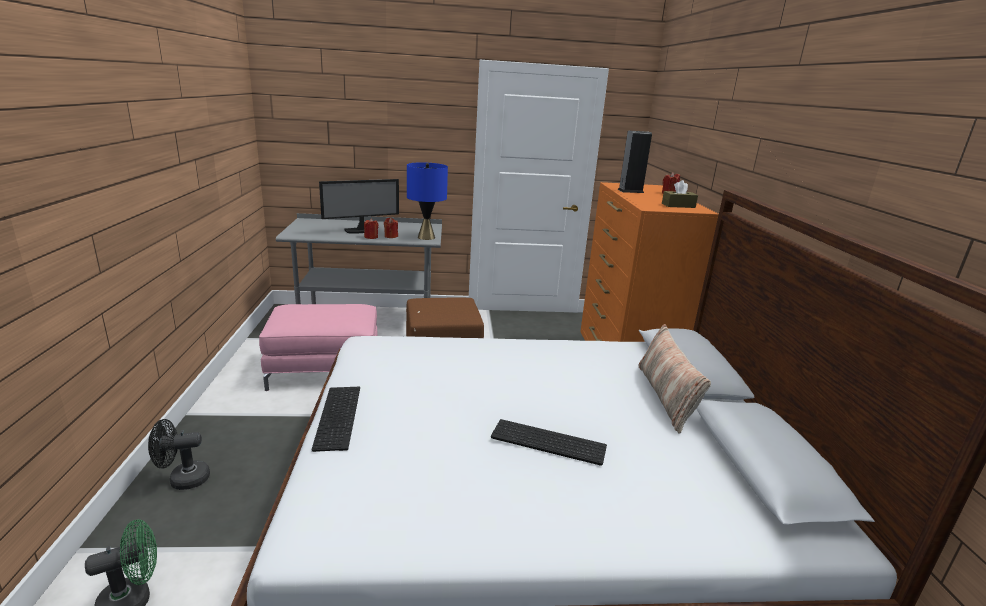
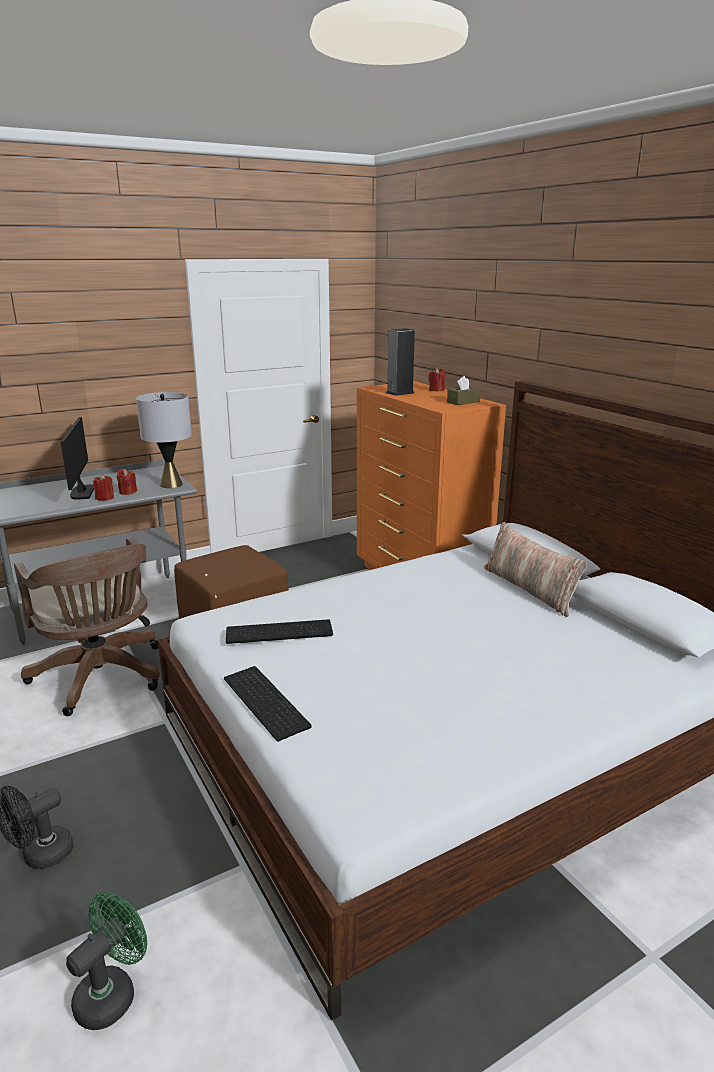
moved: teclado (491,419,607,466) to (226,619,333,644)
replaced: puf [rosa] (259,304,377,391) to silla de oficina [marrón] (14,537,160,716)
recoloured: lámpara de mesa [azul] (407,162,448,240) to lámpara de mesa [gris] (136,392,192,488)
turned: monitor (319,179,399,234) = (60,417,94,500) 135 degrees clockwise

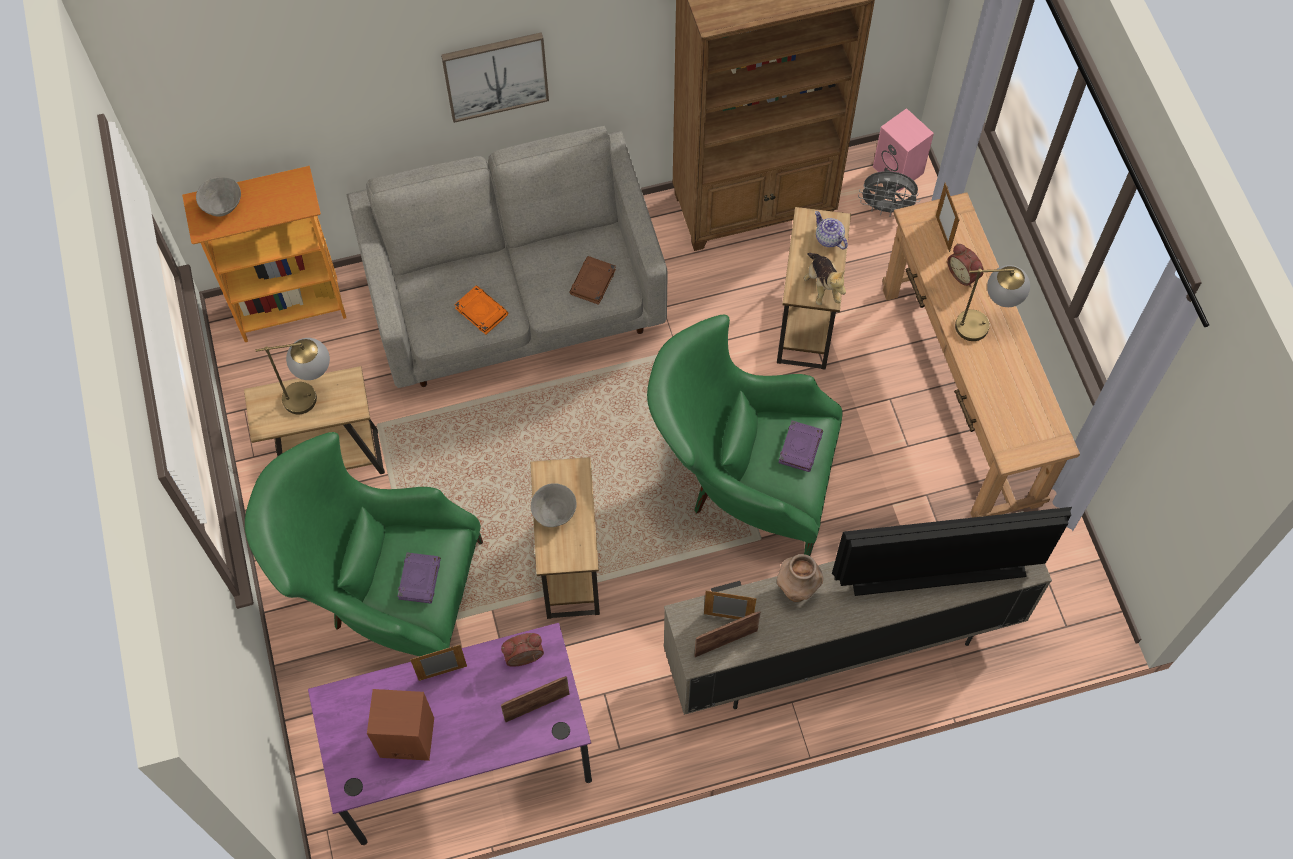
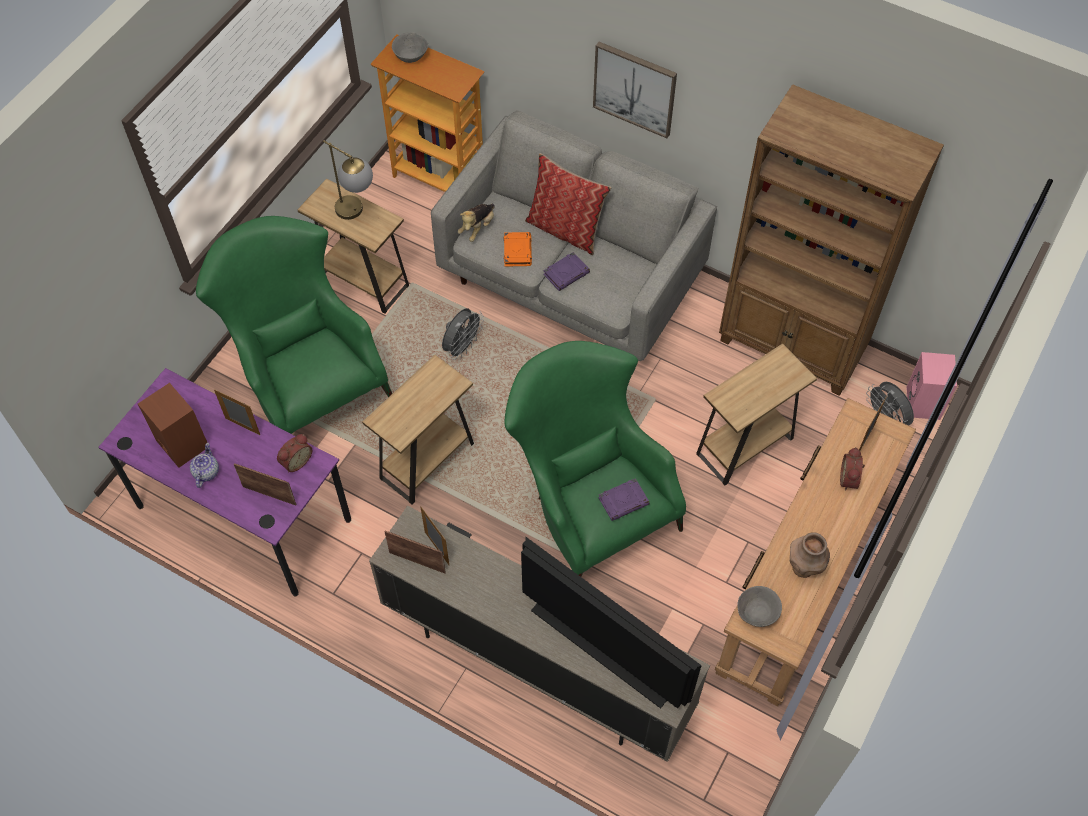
removed: libro [marrón] (569,256,616,305); lámpara de mesa (955,265,1030,341)
added: ventilador [gris] (442,308,484,360); cojín (525,153,612,255)
moved: libro [morado] (397,553,441,603) to (543,252,590,291); cuenco [gris] (531,483,577,527) to (737,586,782,627); florero [marrón] (777,554,823,602) to (790,532,830,578); peluche (804,253,846,305) to (458,204,495,242); tetera (815,211,848,249) to (190,443,219,488)
turned: despertador (501,633,544,667) = (277,434,312,472) 105 degrees clockwise

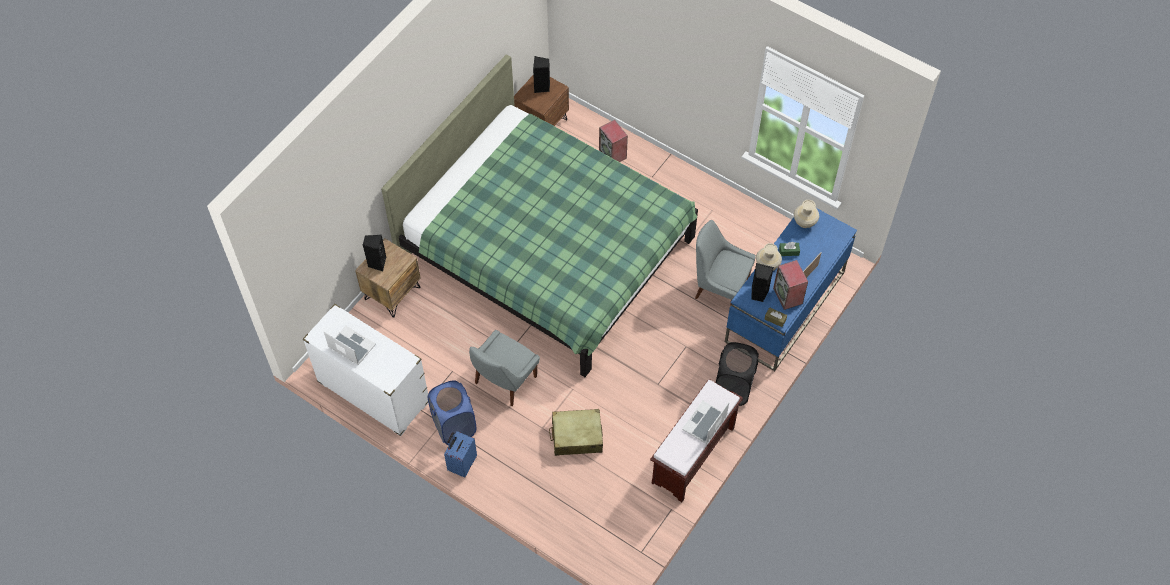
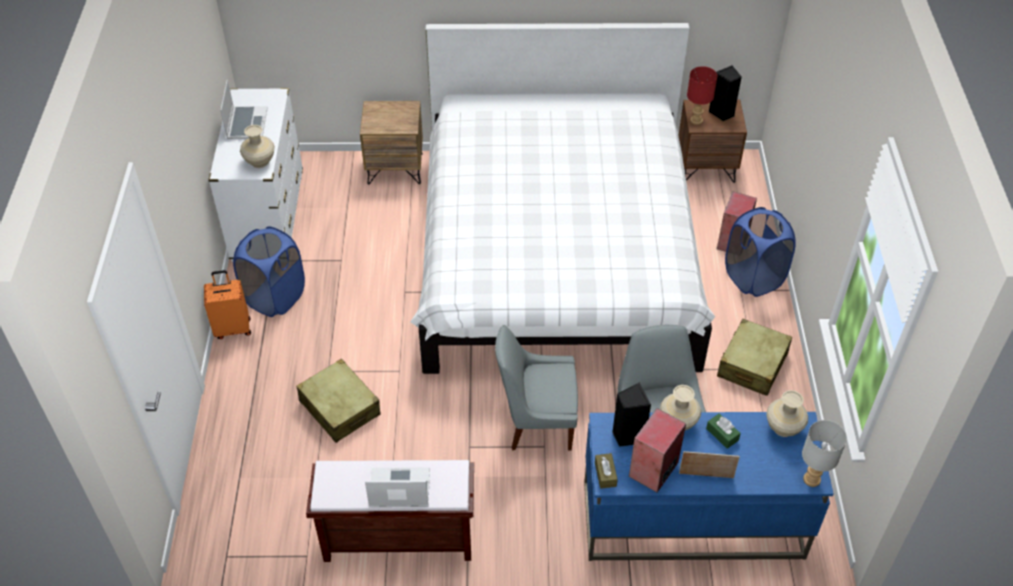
removed: altavoz [negro] (363,235,387,271); cesto de la ropa [negro] (716,342,759,406)
added: florero [beis] (240,125,275,168); lámpara de mesa [rojo] (687,66,717,125); maleta [beis] (717,319,792,396); cesto de la ropa [azul] (725,207,796,297); lámpara de mesa [gris] (802,420,847,487)
moved: silla [gris] (469,330,540,406) to (495,325,578,450)
recoloured: cama [verde] (381,54,698,377) to cama [blanco] (410,23,715,374); maleta [azul] (444,431,477,478) to maleta [naranja] (204,270,251,339)

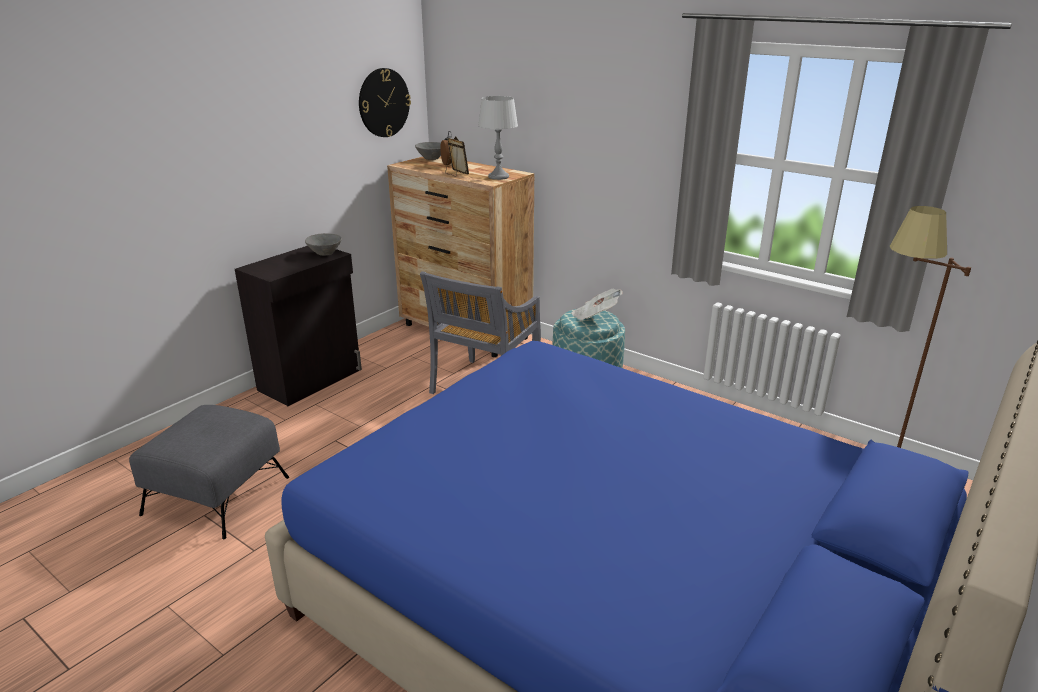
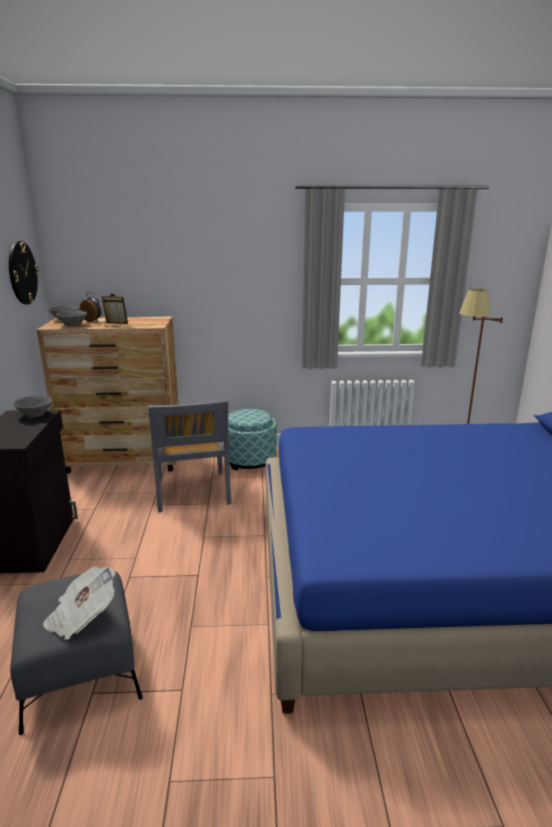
removed: lámpara de mesa [gris] (478,96,518,180)
added: cuenco [gris] (56,310,87,327)
moved: periódico (571,288,623,321) to (43,566,116,640)

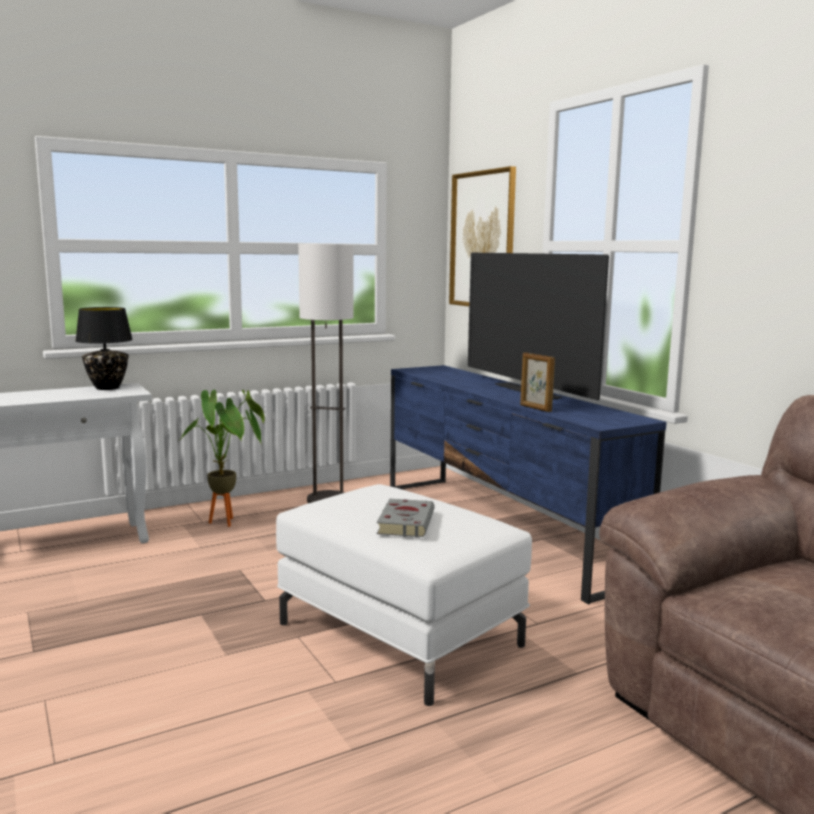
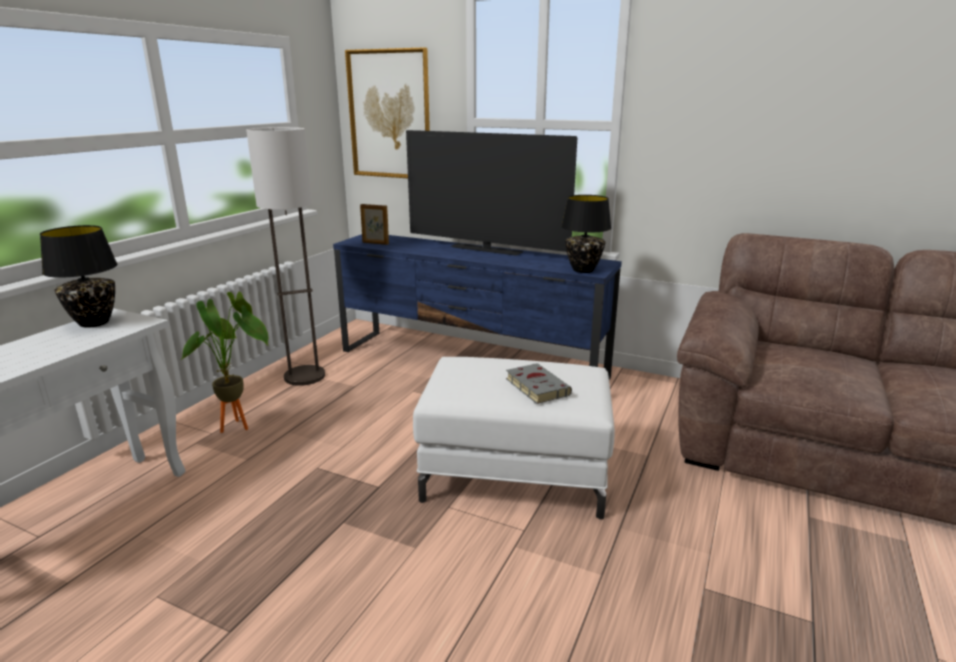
added: lámpara de mesa [negro] (561,195,611,273)
moved: portarretratos (520,353,555,412) to (360,204,389,245)

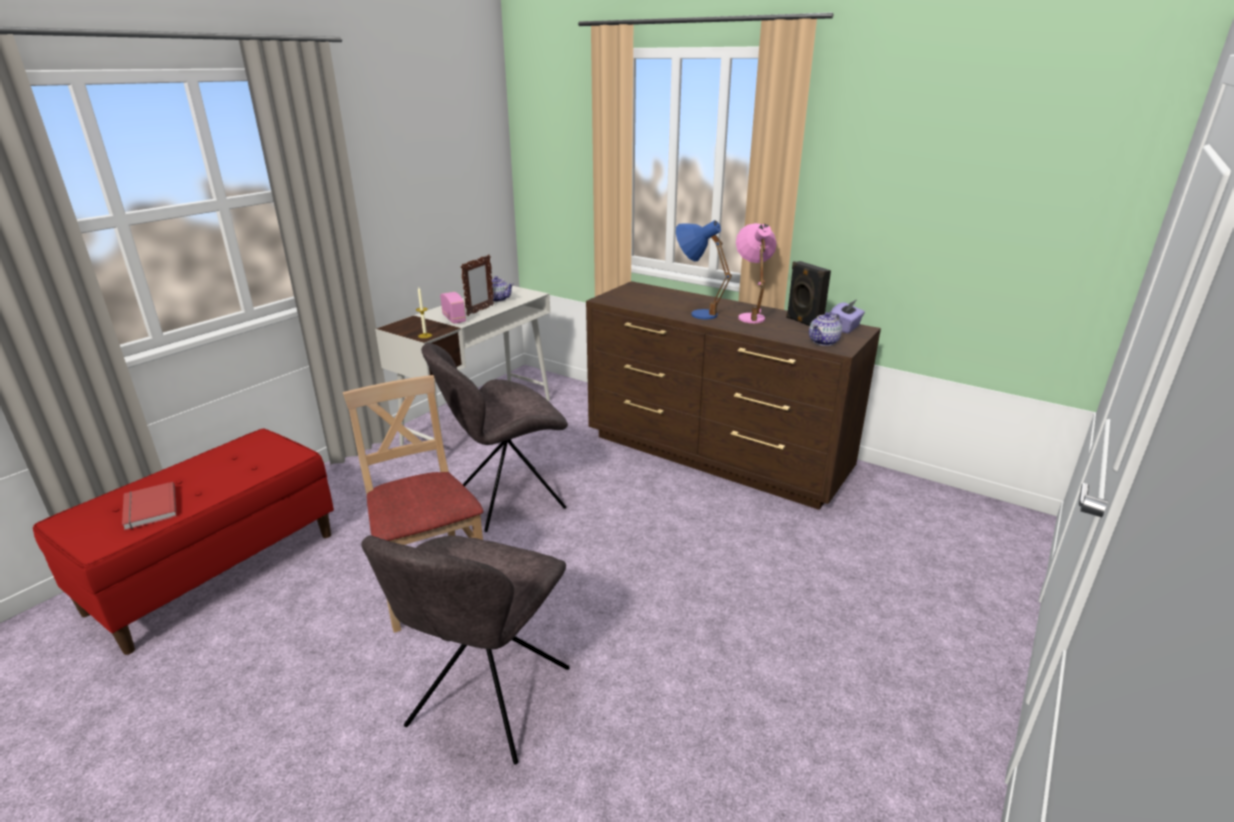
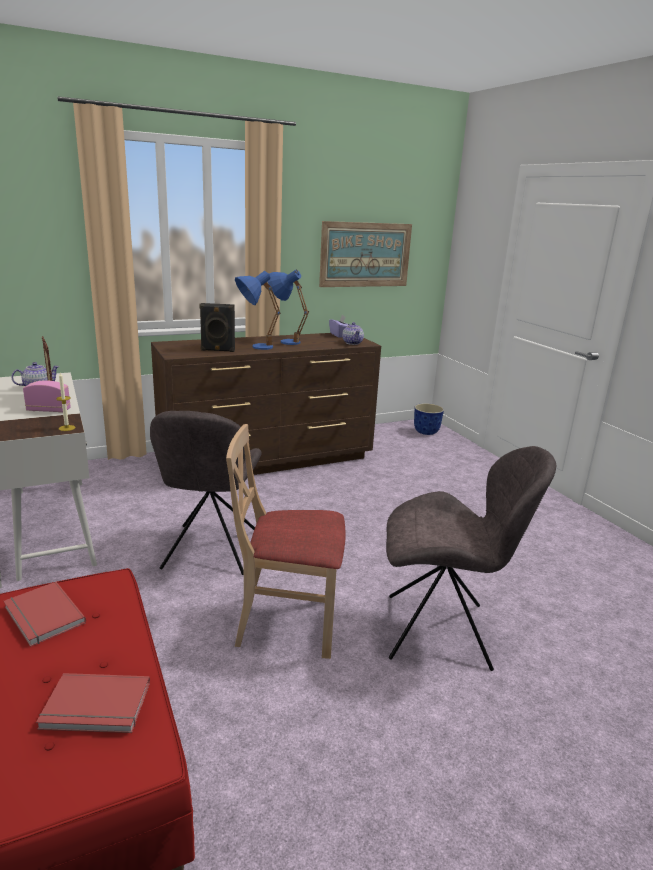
added: libro [rojo] (4,582,86,647); cuadro (319,221,412,287); maceta (414,403,444,435)
moved: altavoz [negro] (786,261,831,326) to (199,303,235,352)
recoloured: lámpara de mesa [rosa] (736,223,777,323) to lámpara de mesa [azul] (268,270,309,345)
turned: silla [gris] (361,535,570,764) = (386,446,556,671) 45 degrees counterclockwise

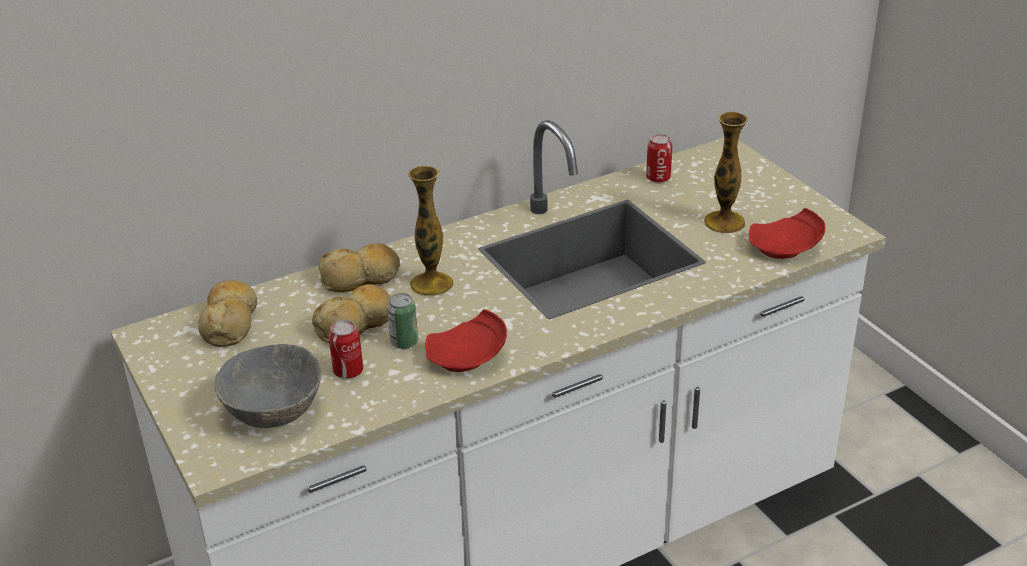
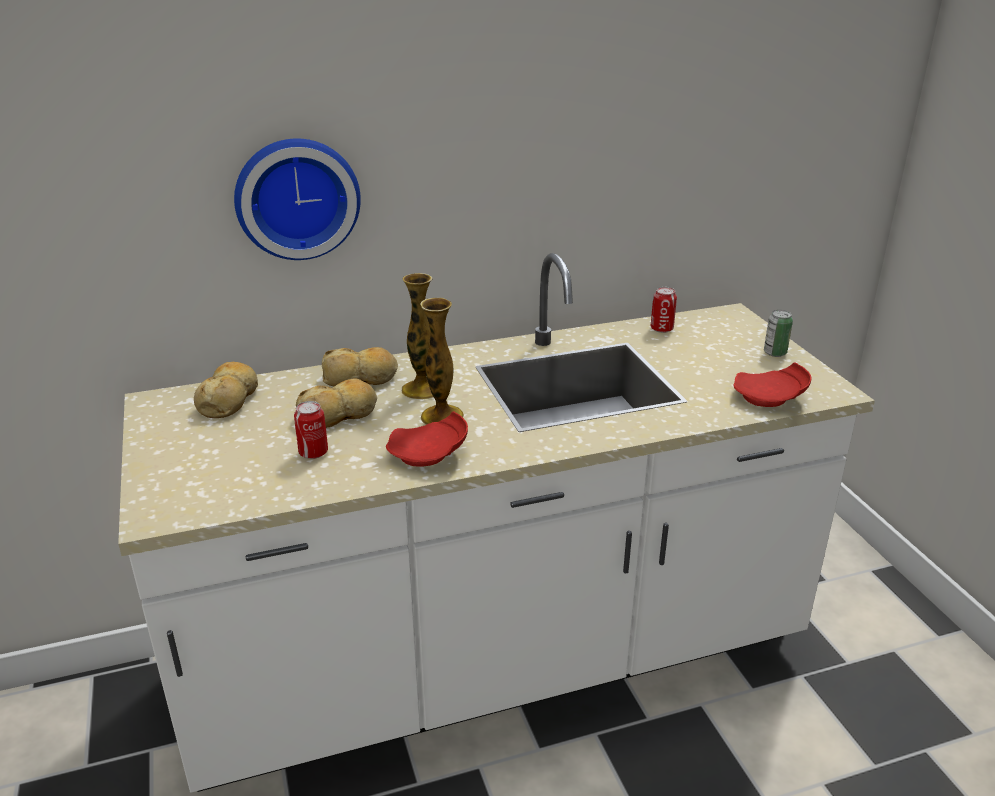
removed: cuenco [gris] (214,344,322,428)
added: reloj de pared (234,138,361,260)
moved: lata (387,293,418,349) to (764,310,793,357); florero (704,112,748,234) to (420,298,464,425)

